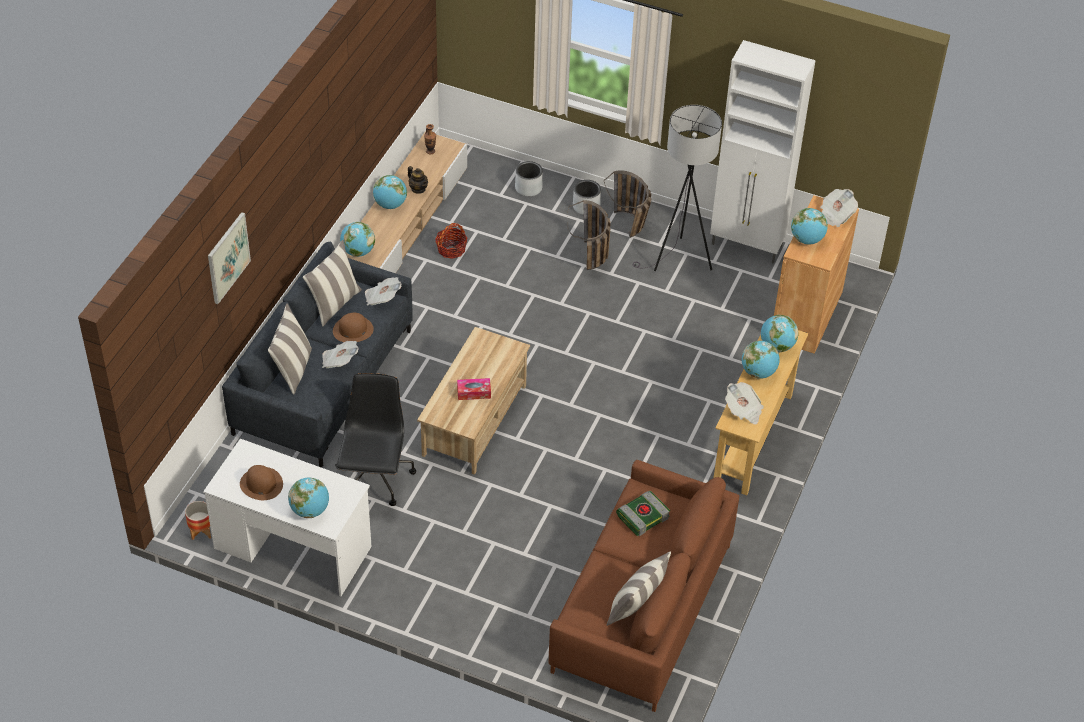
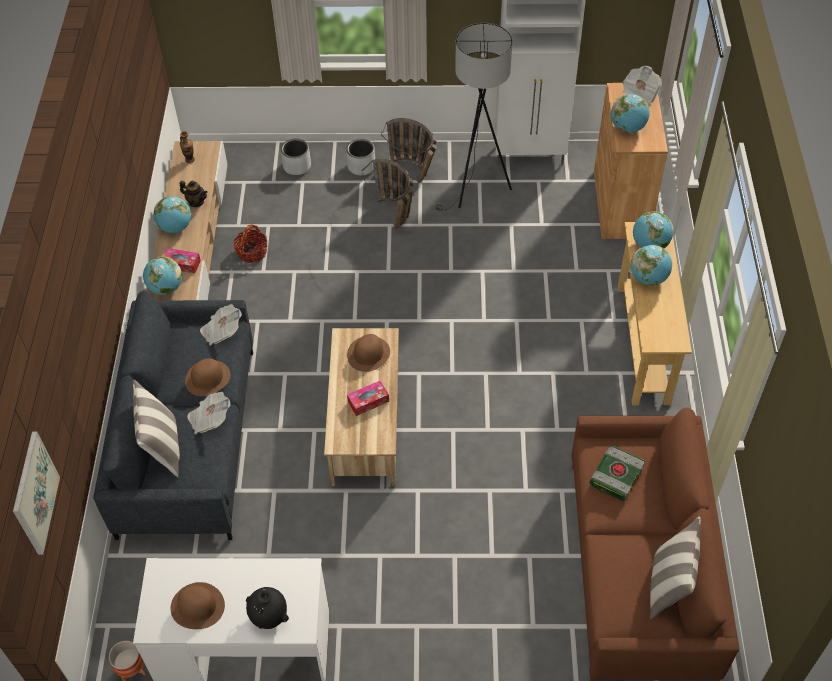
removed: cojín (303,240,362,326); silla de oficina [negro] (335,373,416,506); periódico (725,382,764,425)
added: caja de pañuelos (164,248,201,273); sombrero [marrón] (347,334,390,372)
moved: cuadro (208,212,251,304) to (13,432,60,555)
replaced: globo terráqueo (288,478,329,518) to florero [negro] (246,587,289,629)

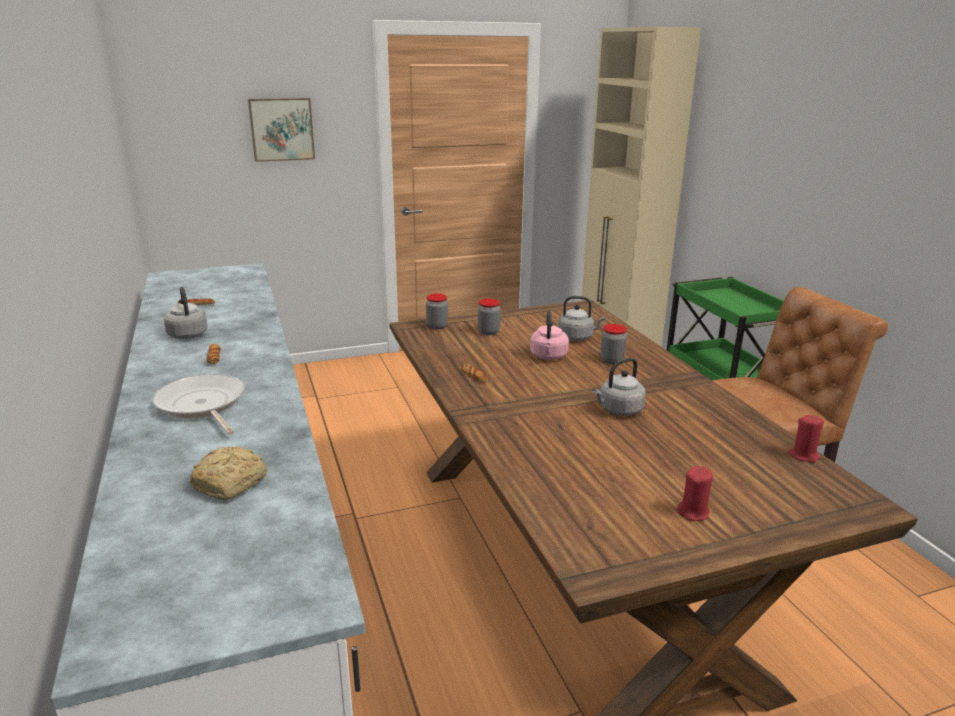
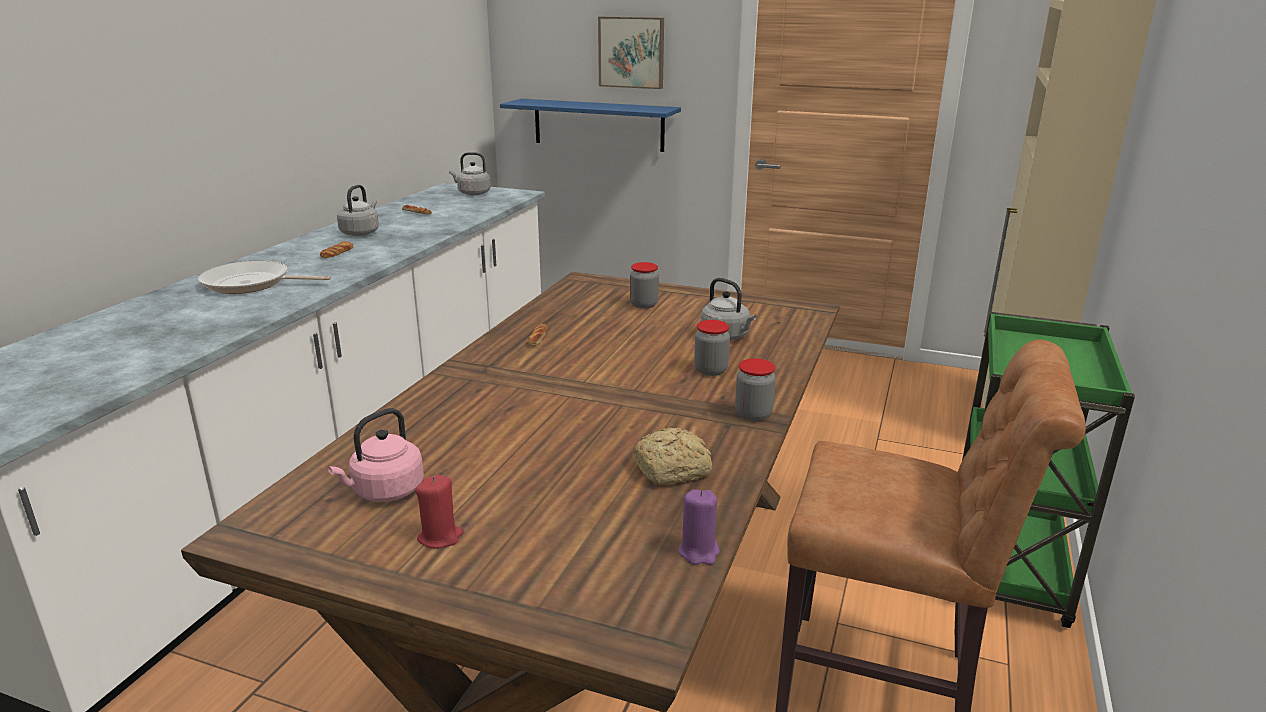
added: estante [azul] (500,99,681,152)
moved: pan (190,447,267,500) to (634,428,712,485); tarro (426,293,448,329) to (735,358,776,421); hervidor [rosa] (530,310,569,360) to (328,408,424,502); hervidor [gris] (593,358,646,416) to (449,152,491,195)
recoloured: vela [rojo] (789,415,824,463) to vela [morado] (678,489,720,565)
turned: sartén (153,374,244,435) = (198,260,331,294) 90 degrees counterclockwise

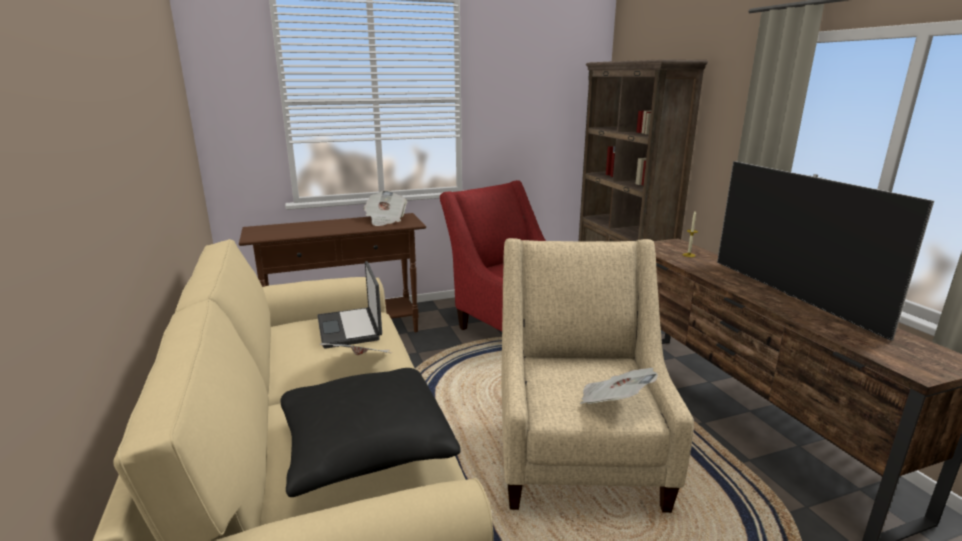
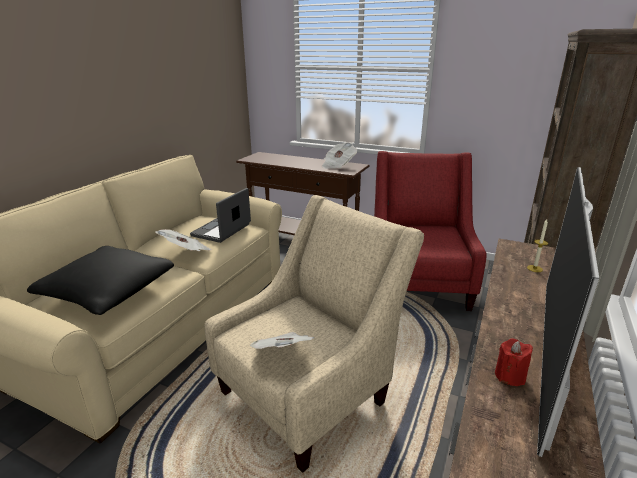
added: vela [rojo] (495,338,533,386)

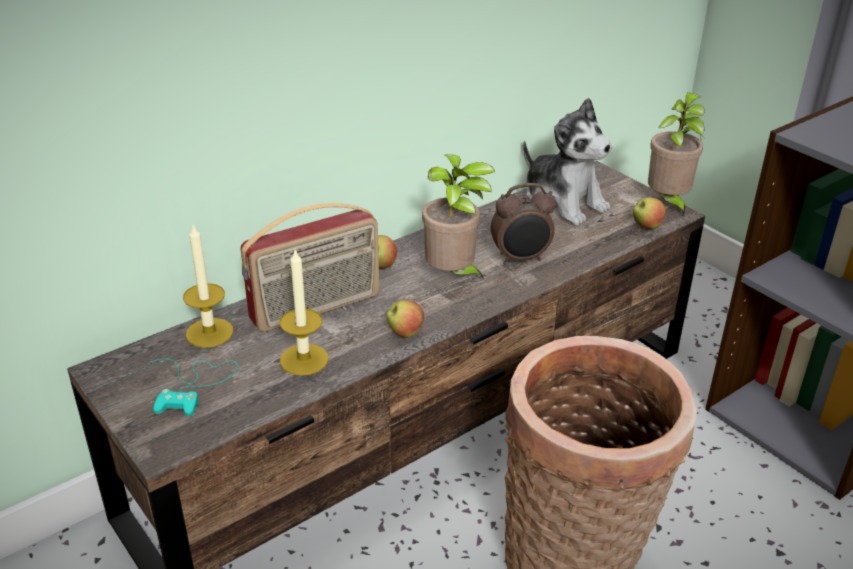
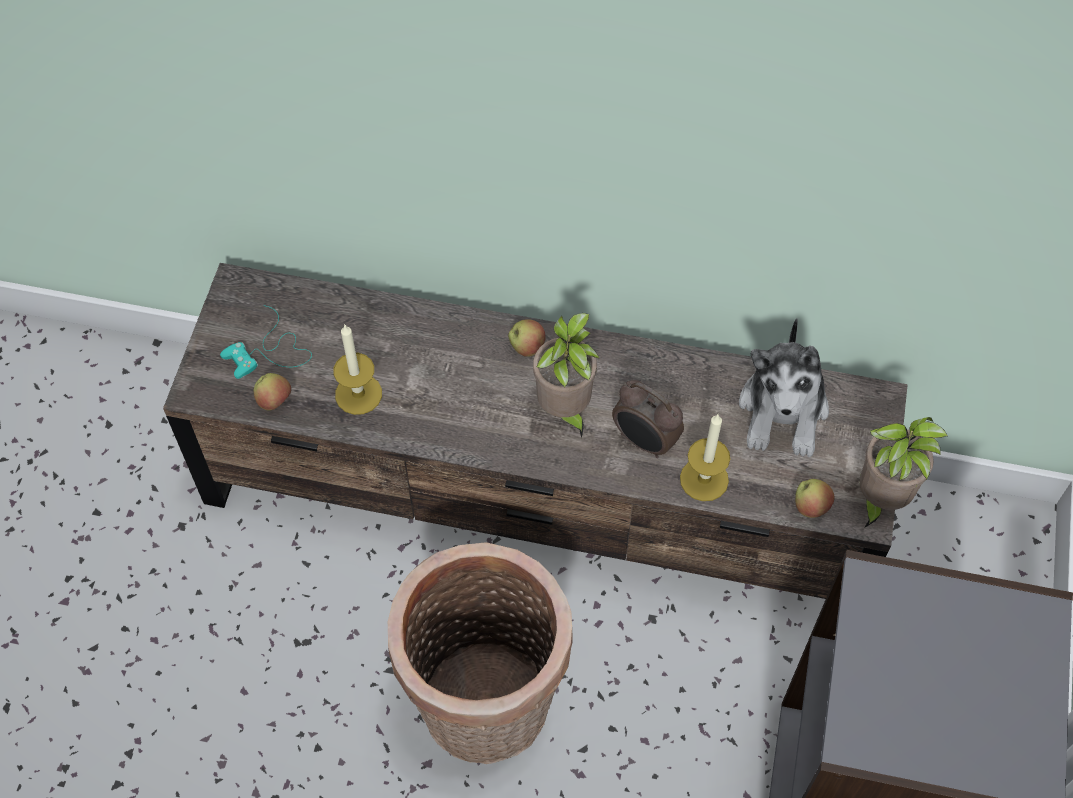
removed: radio (240,203,379,332)
moved: vela (183,223,233,348) to (680,414,730,501); manzana (386,300,424,338) to (254,373,291,411)

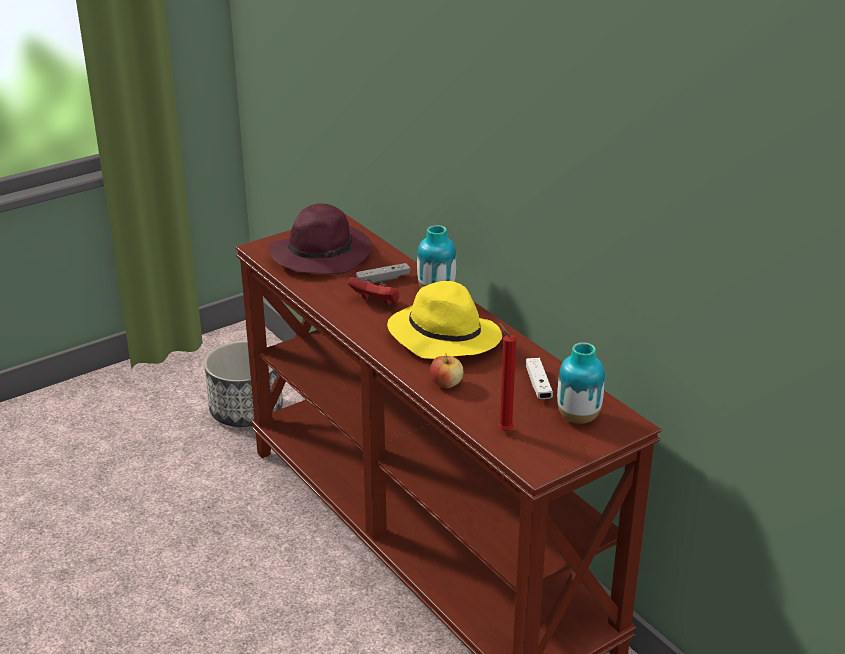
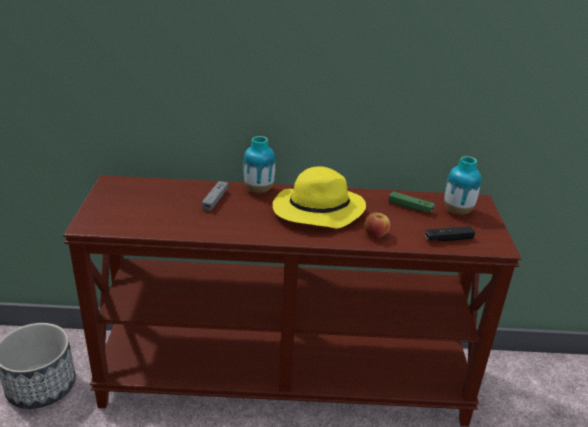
removed: sombrero [morado] (269,203,372,274); mando de consola [rojo] (348,277,400,305)
replaced: vela [rojo] (498,323,516,431) to mando de consola [negro] (425,226,475,241)
recoloured: mando de consola [blanco] (526,358,553,399) to mando de consola [verde] (389,191,435,212)

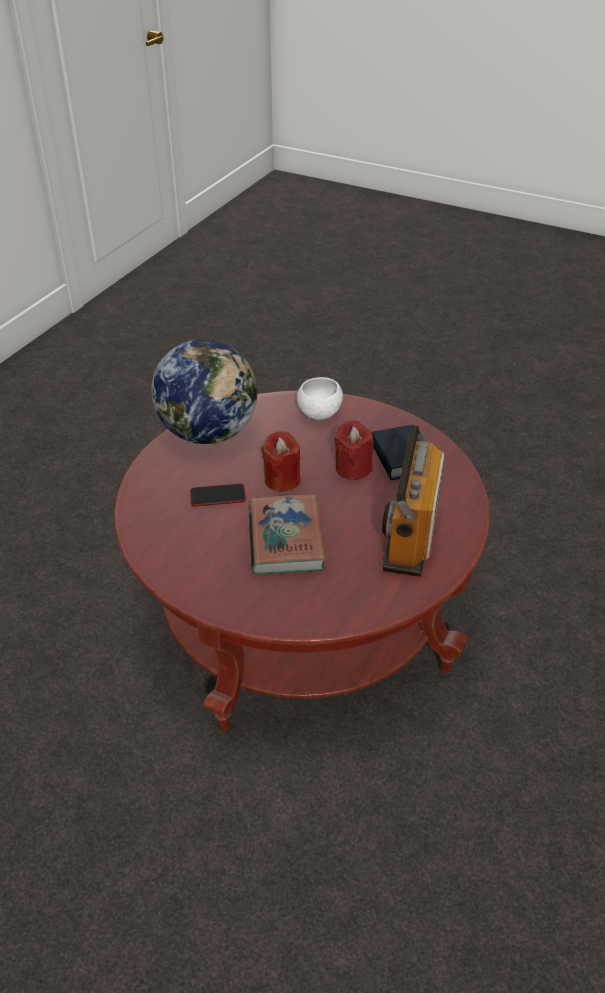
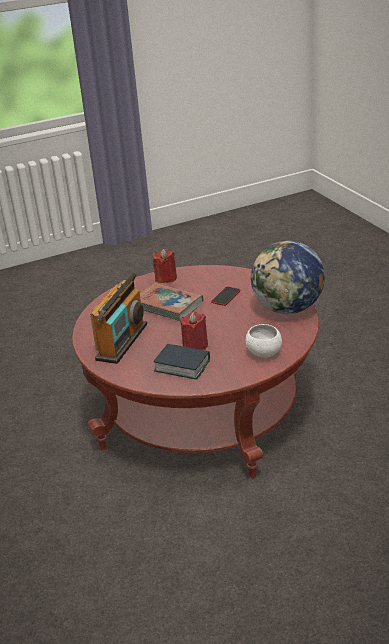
moved: vela [rojo] (262,431,301,491) to (153,249,177,283)
turned: radio (382,426,444,577) = (90,273,147,364) 60 degrees clockwise

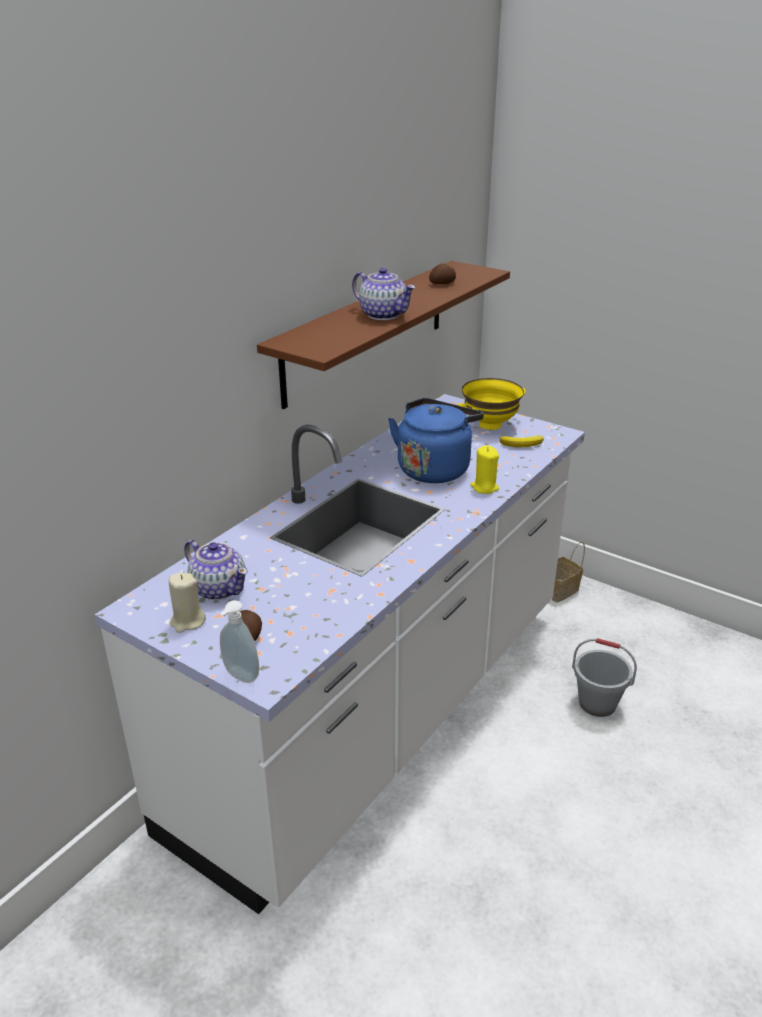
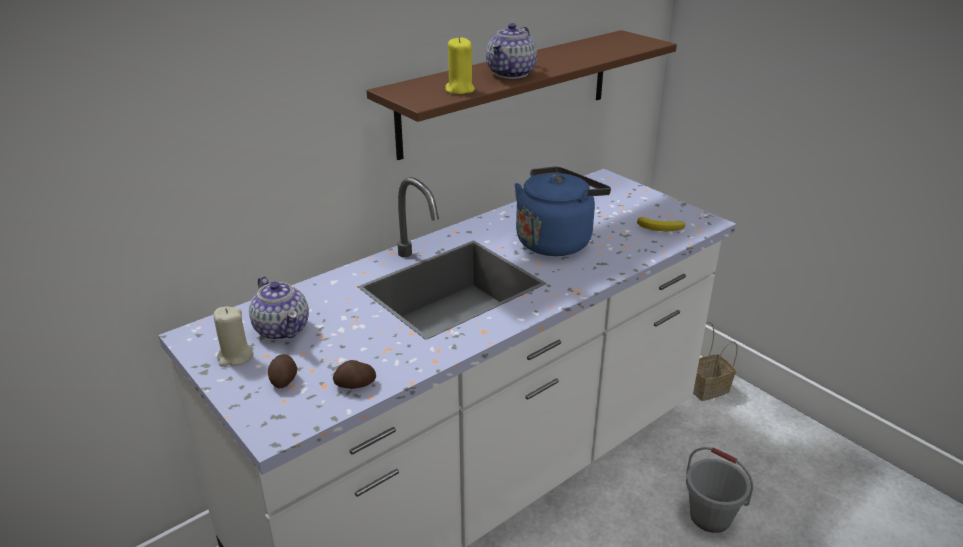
removed: dispensador de jabón (220,600,259,683); cuenco [amarillo] (458,378,526,430)
moved: patata (429,264,456,284) to (333,360,376,389); vela [amarillo] (470,445,499,494) to (445,37,474,94)
turned: tetera (352,268,416,320) = (486,23,537,79) 60 degrees clockwise

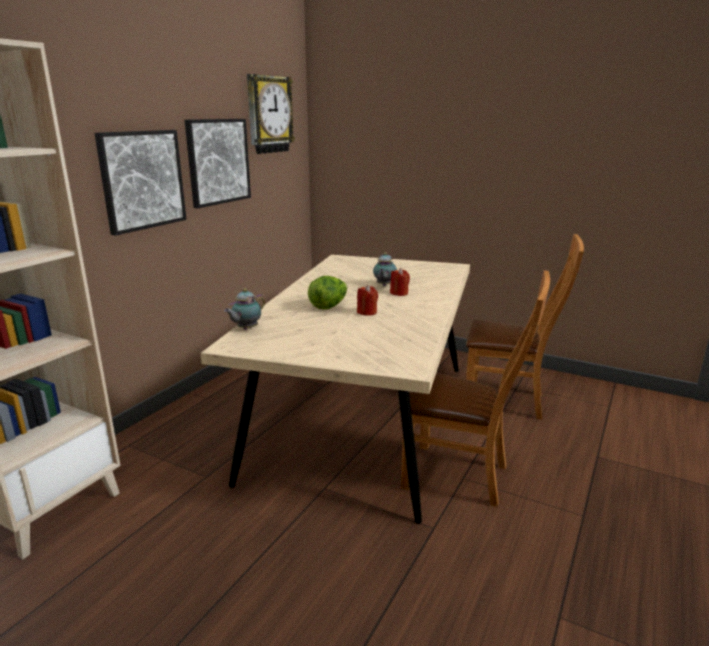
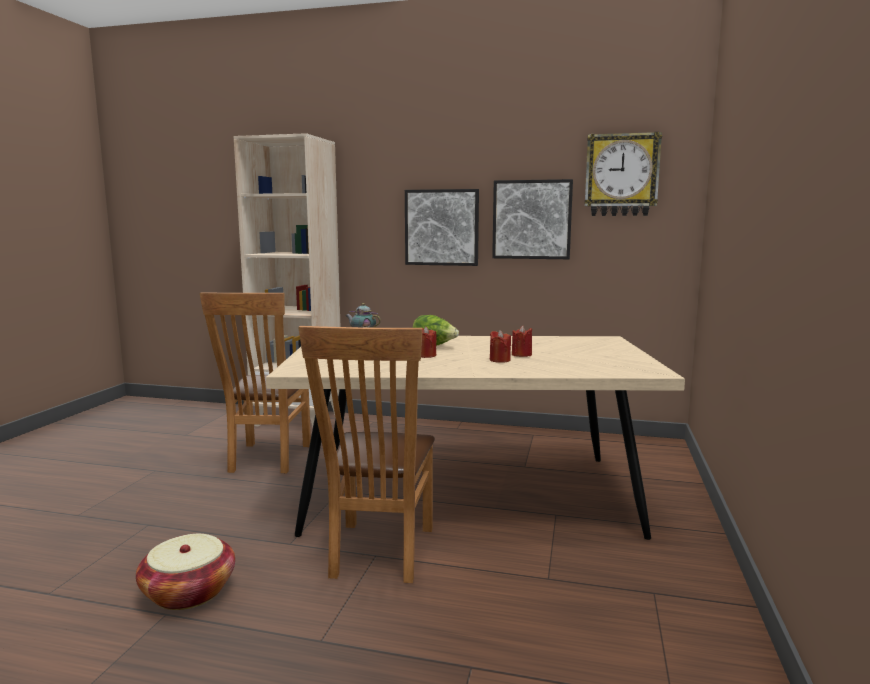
added: cesta (136,534,235,610)
moved: silla [marrón] (466,234,584,419) to (200,292,311,473)
replaced: tetera (373,252,397,286) to vela [rojo] (512,326,532,357)

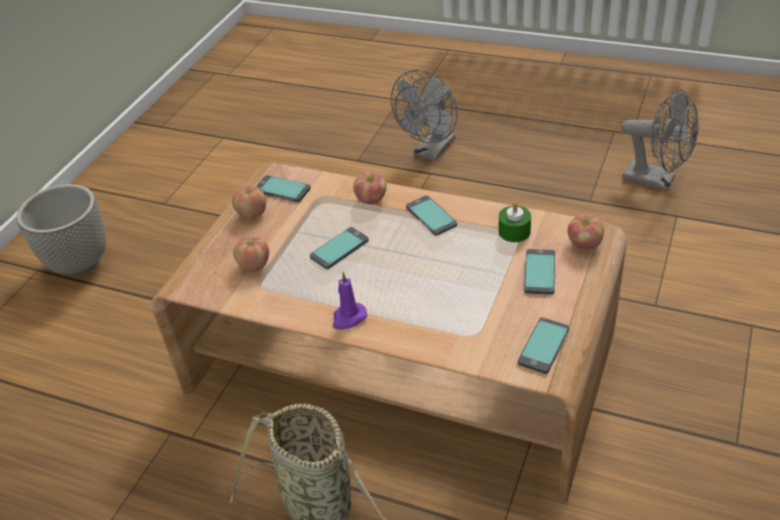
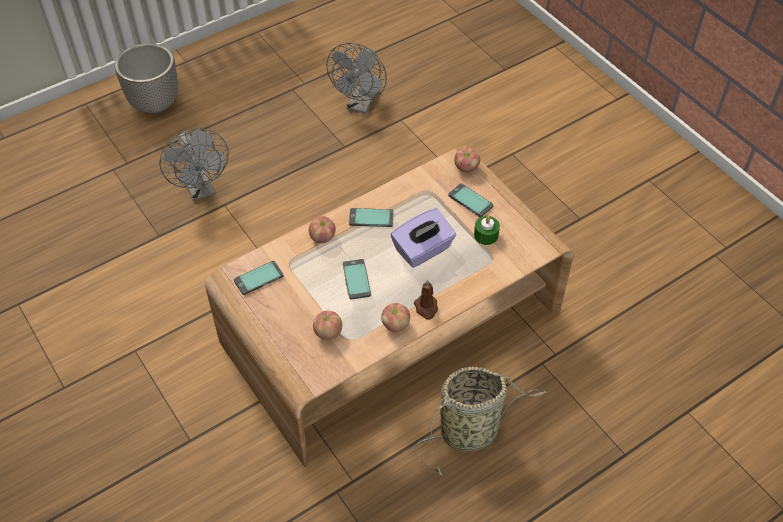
removed: móvil (518,317,569,374)
added: caja de pañuelos [morado] (391,208,456,268)
moved: maceta (16,184,106,276) to (115,43,178,115); manzana (232,186,266,219) to (381,303,410,332); vela [verde] (499,202,531,242) to (474,216,500,245)
recoloured: vela [morado] (333,272,367,330) to vela [marrón] (414,280,438,320)
turned: ventilador [gris] (621,89,699,191) = (326,43,387,114) 135 degrees clockwise

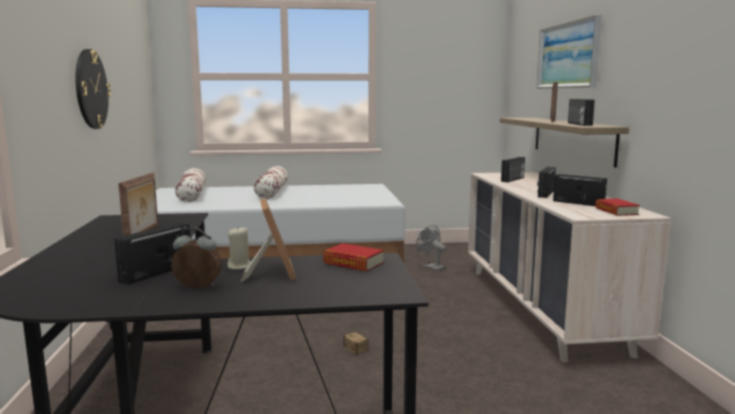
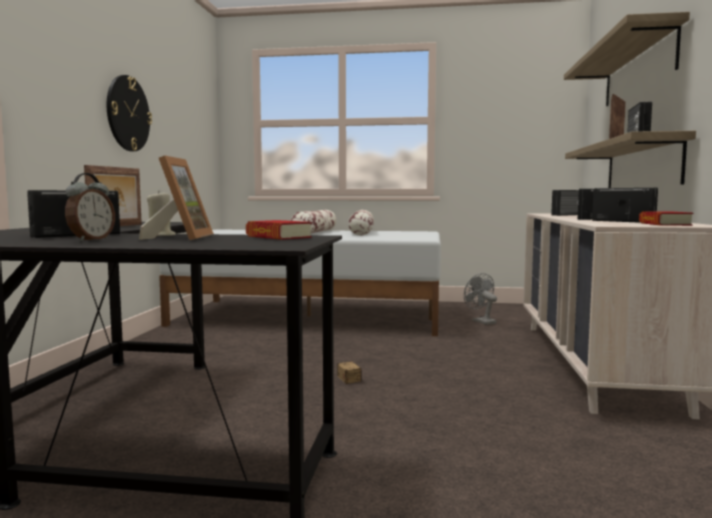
moved: cojín (175,168,206,202) to (348,210,374,236)
replaced: cuadro (536,15,602,88) to estante (564,12,690,106)
turned: despertador (171,227,222,289) = (65,173,115,241) 90 degrees clockwise

